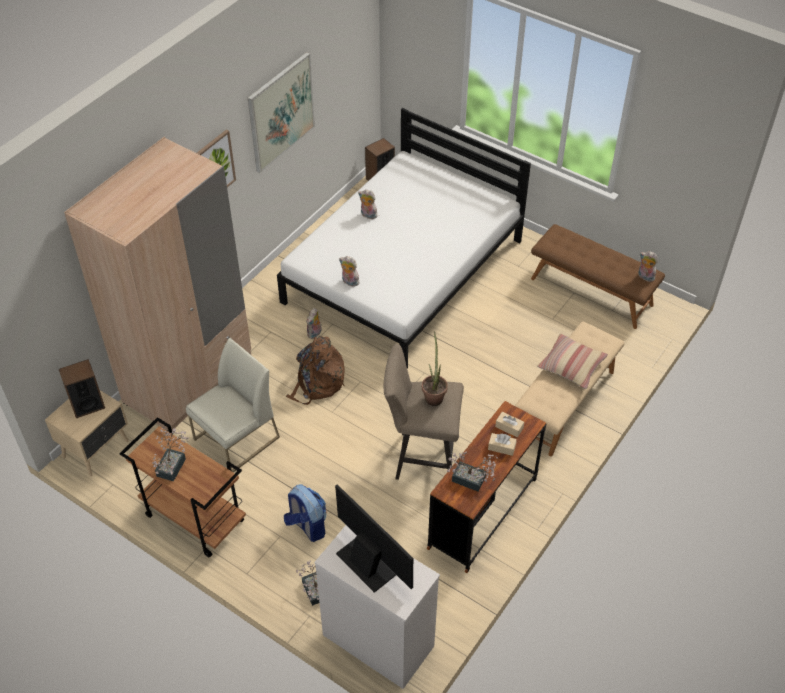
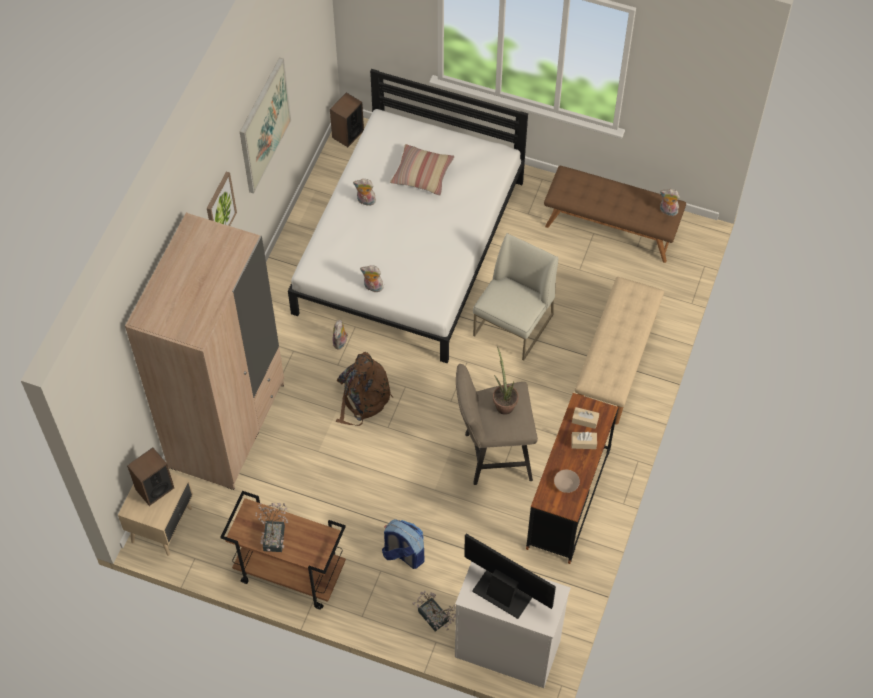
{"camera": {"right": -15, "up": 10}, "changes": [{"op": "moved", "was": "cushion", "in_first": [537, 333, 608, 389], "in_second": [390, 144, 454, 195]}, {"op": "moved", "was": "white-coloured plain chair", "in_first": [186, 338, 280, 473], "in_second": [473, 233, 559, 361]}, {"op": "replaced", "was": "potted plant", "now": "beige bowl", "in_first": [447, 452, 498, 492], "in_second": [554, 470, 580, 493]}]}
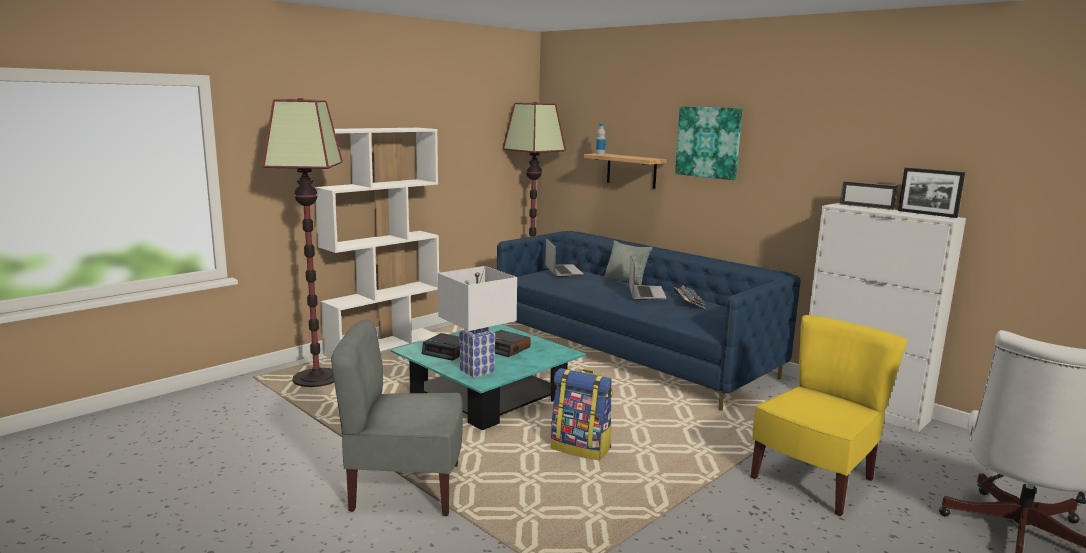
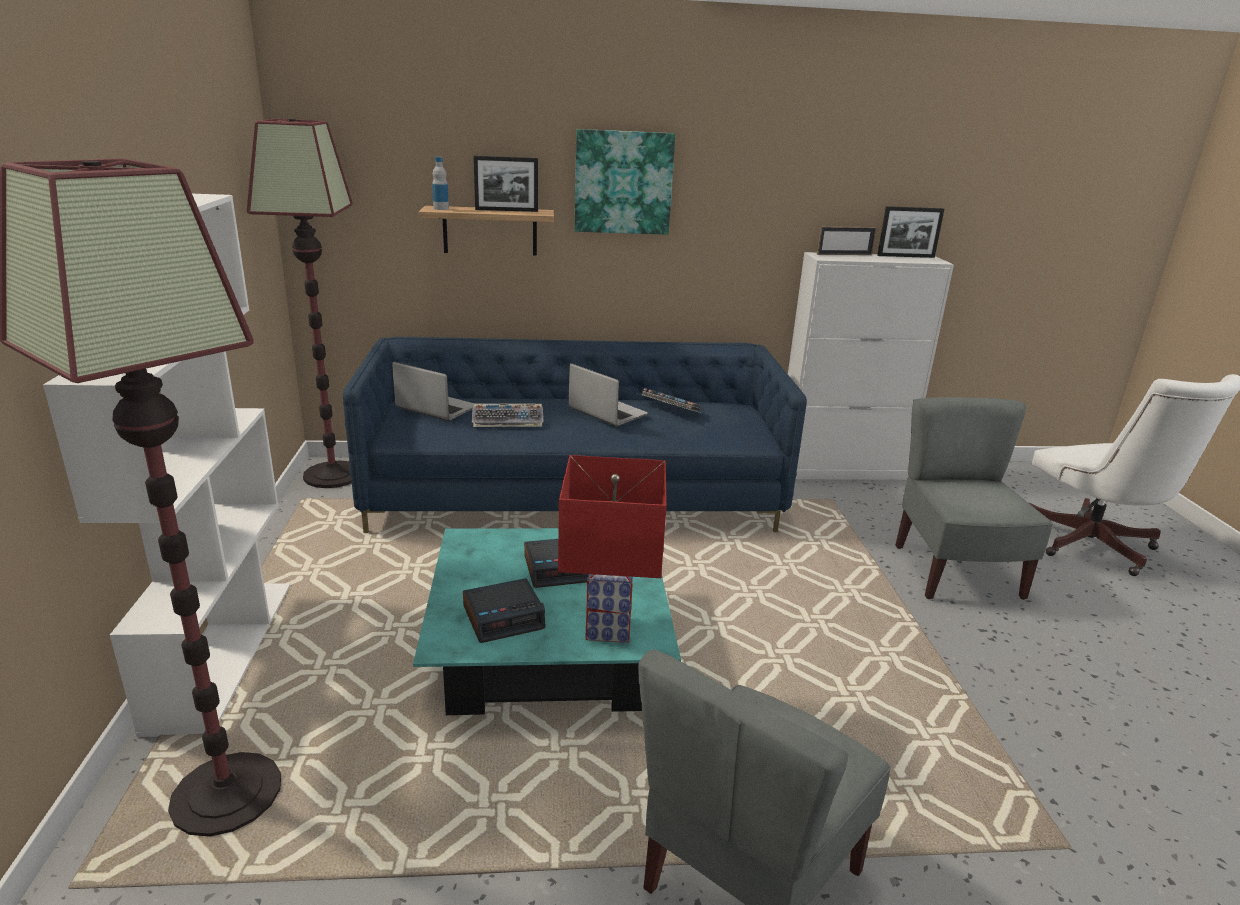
{"camera": {"right": -50, "up": 10}, "changes": [{"op": "removed", "was": "gray cushion", "in_first": [605, 240, 653, 285]}, {"op": "recoloured", "was": "white-coloured tabletop lamp", "now": "reddish tabletop lamp", "in_first": [438, 266, 517, 378], "in_second": [558, 455, 667, 643]}, {"op": "recoloured", "was": "yellow-coloured plain chair", "now": "gray plain chair", "in_first": [751, 315, 907, 516], "in_second": [895, 397, 1053, 600]}, {"op": "removed", "was": "rucksack", "in_first": [551, 368, 613, 460]}, {"op": "added", "now": "standing frame", "in_second": [474, 156, 538, 212]}, {"op": "added", "now": "PC keyboard", "in_second": [472, 403, 543, 427]}]}
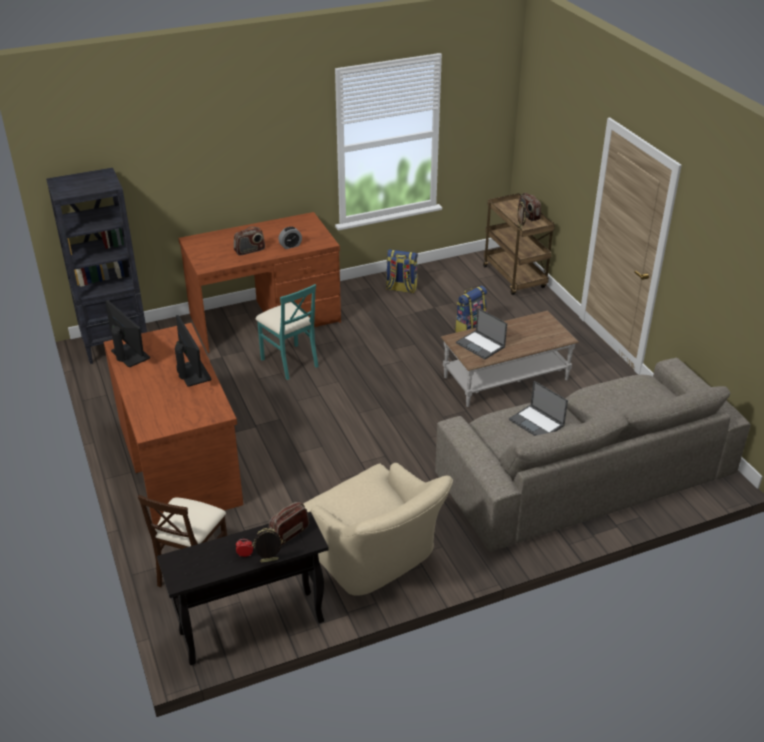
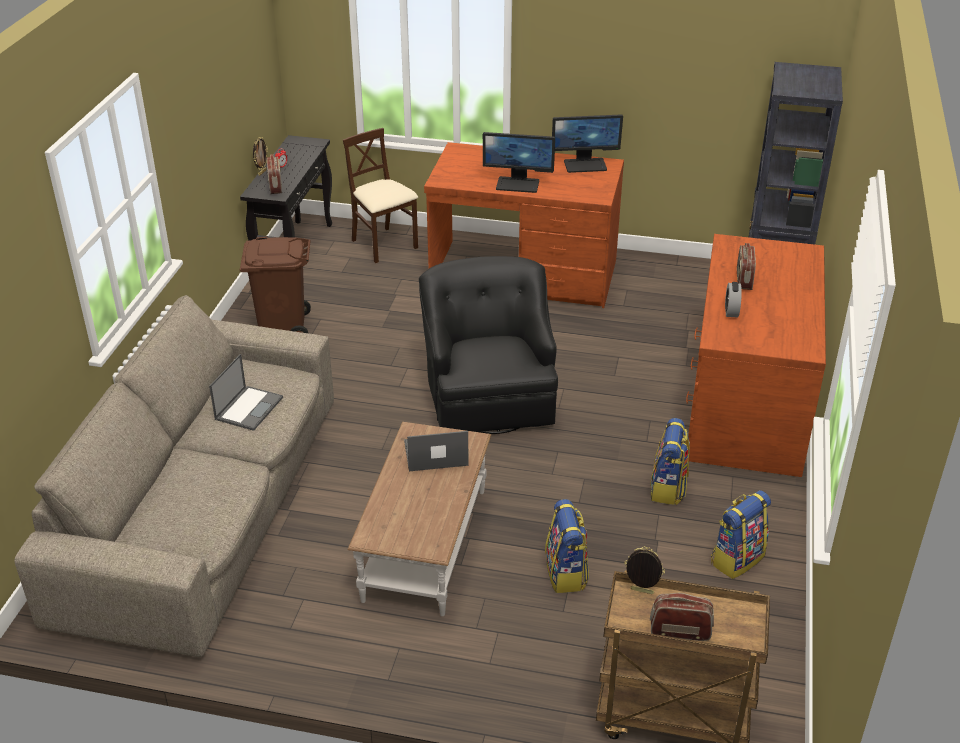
{"camera": {"right": 125, "up": 0}, "changes": [{"op": "removed", "was": "turquoise-coloured plain chair", "in_first": [256, 284, 318, 380]}, {"op": "turned", "was": "notebook computer", "in_first": [509, 381, 568, 436], "in_second": [209, 354, 283, 431], "clockwise": 120}, {"op": "replaced", "was": "beige easy chair", "now": "brown-coloured rubbish bin", "in_first": [303, 463, 453, 596], "in_second": [240, 237, 311, 333]}, {"op": "added", "now": "blackish easy chair", "in_second": [419, 256, 558, 434]}, {"op": "added", "now": "rucksack", "in_second": [650, 418, 690, 505]}]}
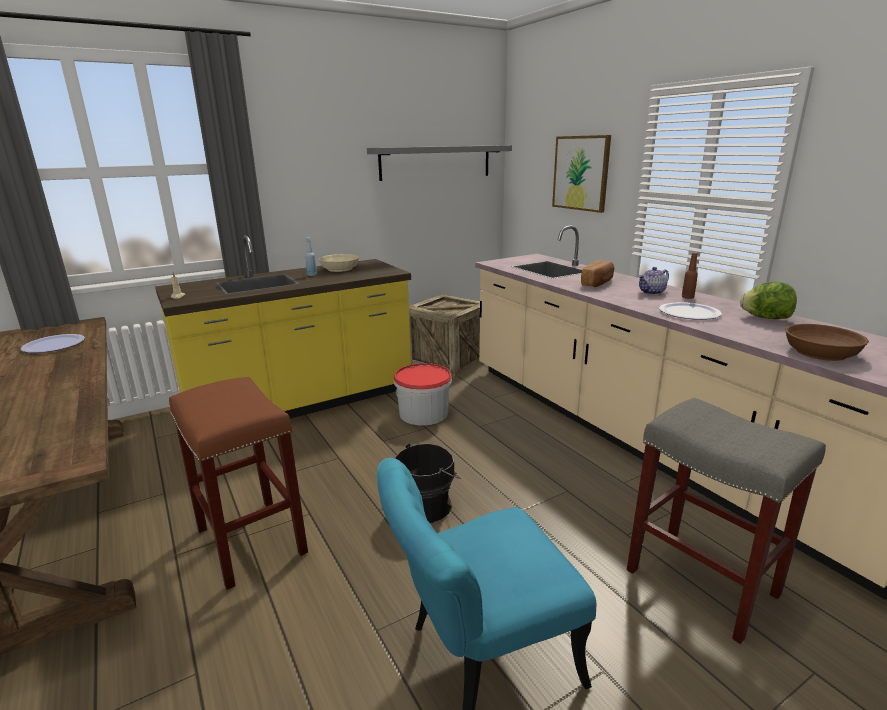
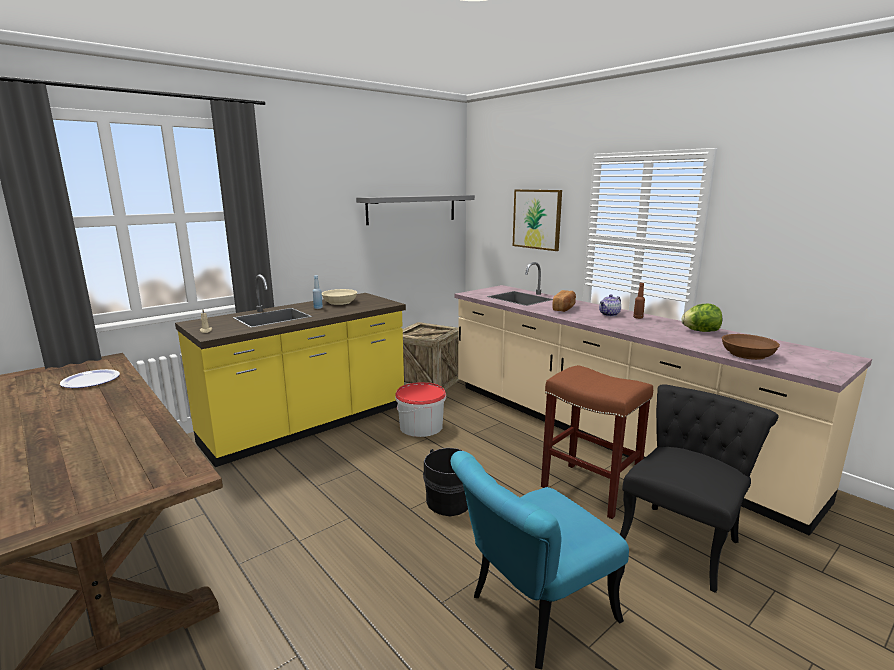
{"camera": {"right": -10, "up": -5}, "changes": [{"op": "removed", "was": "flat dish", "in_first": [659, 302, 722, 320]}, {"op": "moved", "was": "brown-coloured sitting stool", "in_first": [169, 377, 308, 590], "in_second": [541, 365, 653, 519]}, {"op": "replaced", "was": "gray sitting stool", "now": "blackish plain chair", "in_first": [627, 398, 826, 644], "in_second": [620, 384, 779, 593]}]}
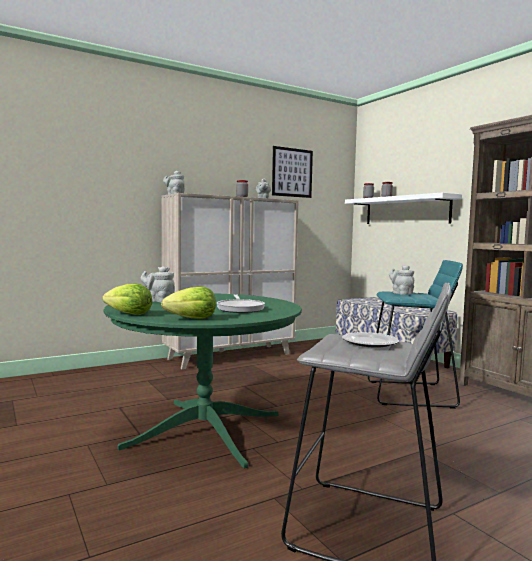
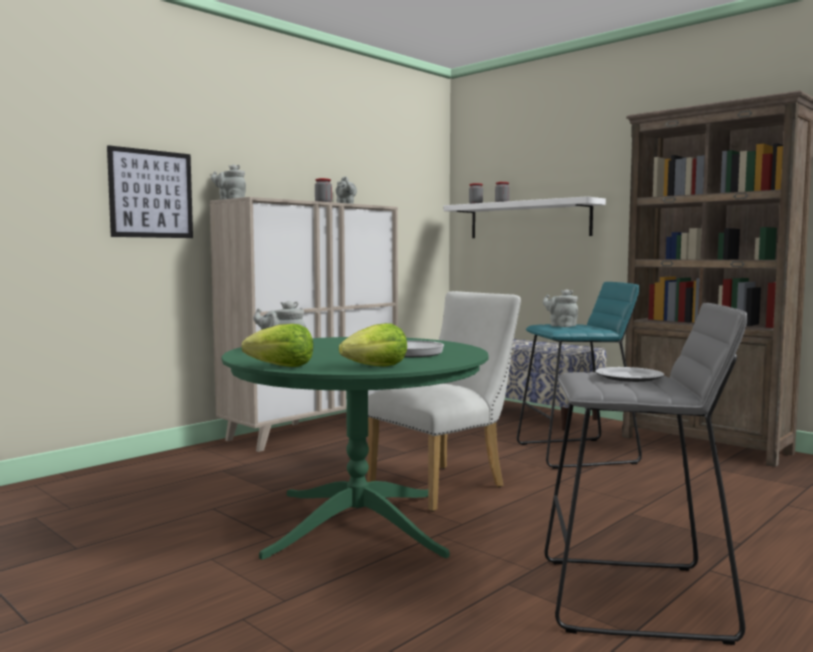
{"camera": {"right": -15, "up": 0}, "changes": [{"op": "moved", "was": "wall art", "in_first": [272, 146, 313, 198], "in_second": [107, 145, 193, 238]}, {"op": "added", "now": "white-coloured plain chair", "in_second": [367, 291, 521, 512]}]}
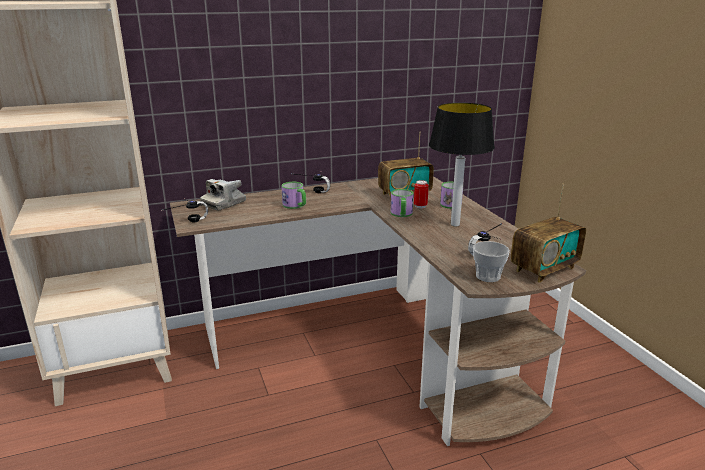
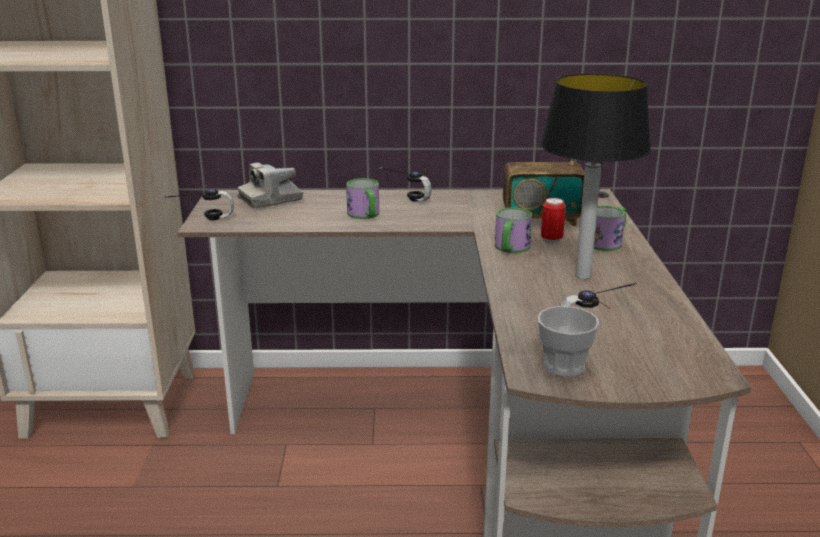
{"camera": {"right": 20, "up": 0}, "changes": [{"op": "removed", "was": "radio set", "in_first": [511, 184, 586, 283]}]}
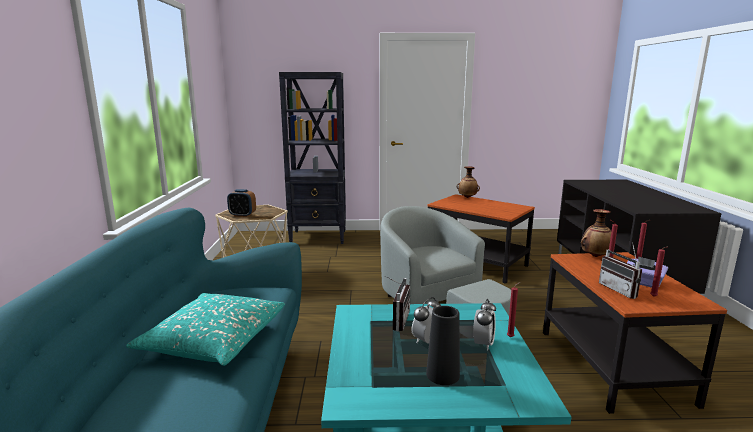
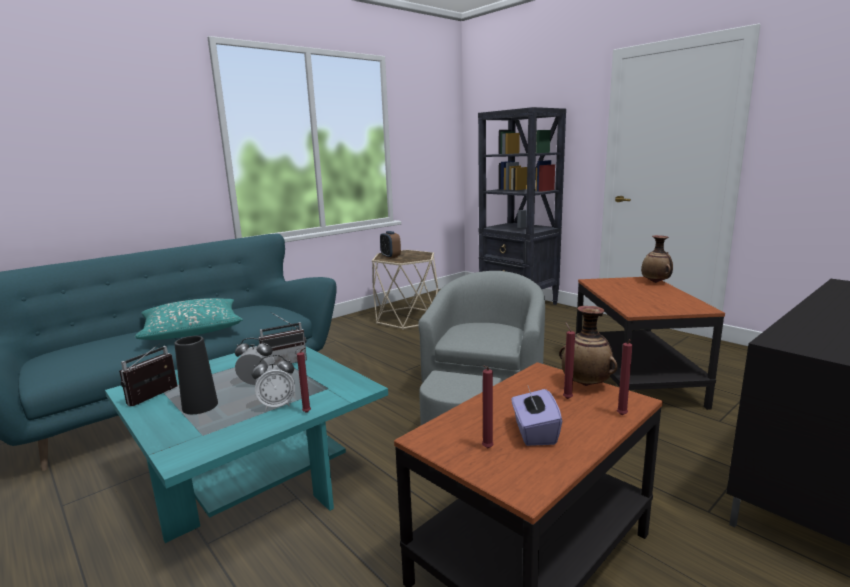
{"camera": {"right": 50, "up": 0}, "changes": [{"op": "moved", "was": "radio set", "in_first": [599, 243, 642, 299], "in_second": [119, 343, 177, 406]}]}
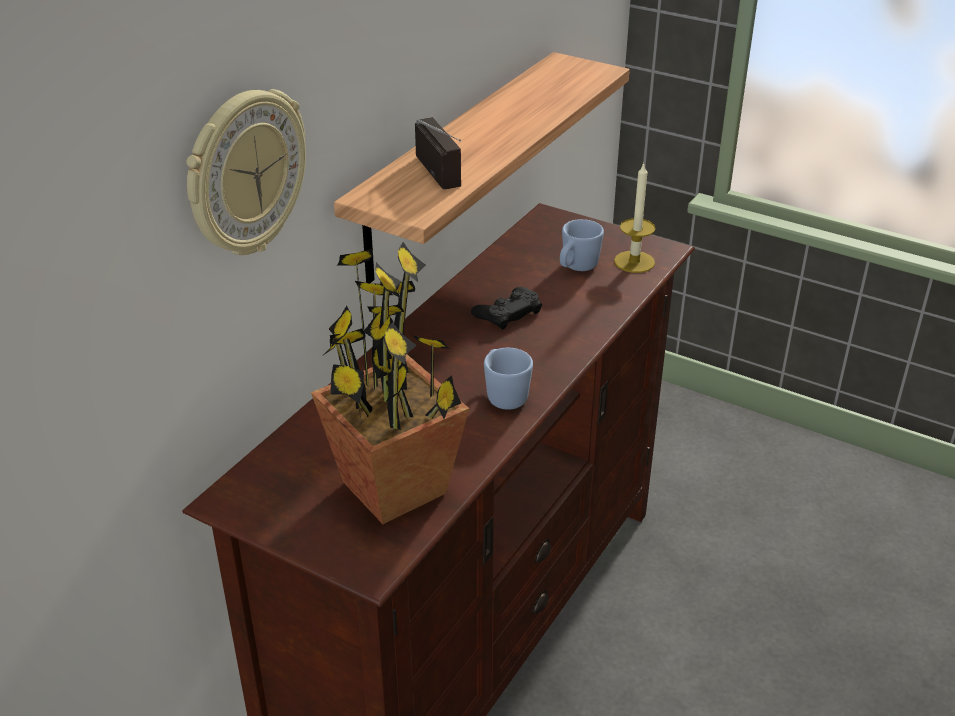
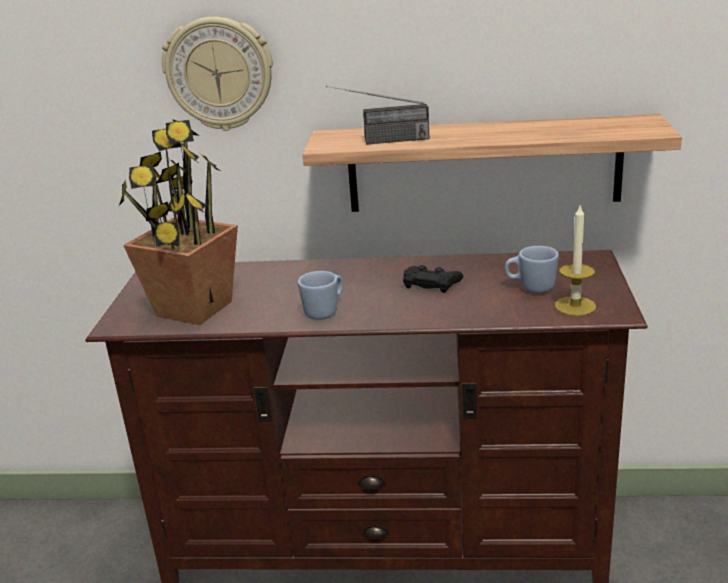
{"camera": {"right": 65, "up": -10}, "changes": [{"op": "turned", "was": "radio set", "in_first": [415, 117, 462, 189], "in_second": [326, 86, 430, 145], "clockwise": 45}]}
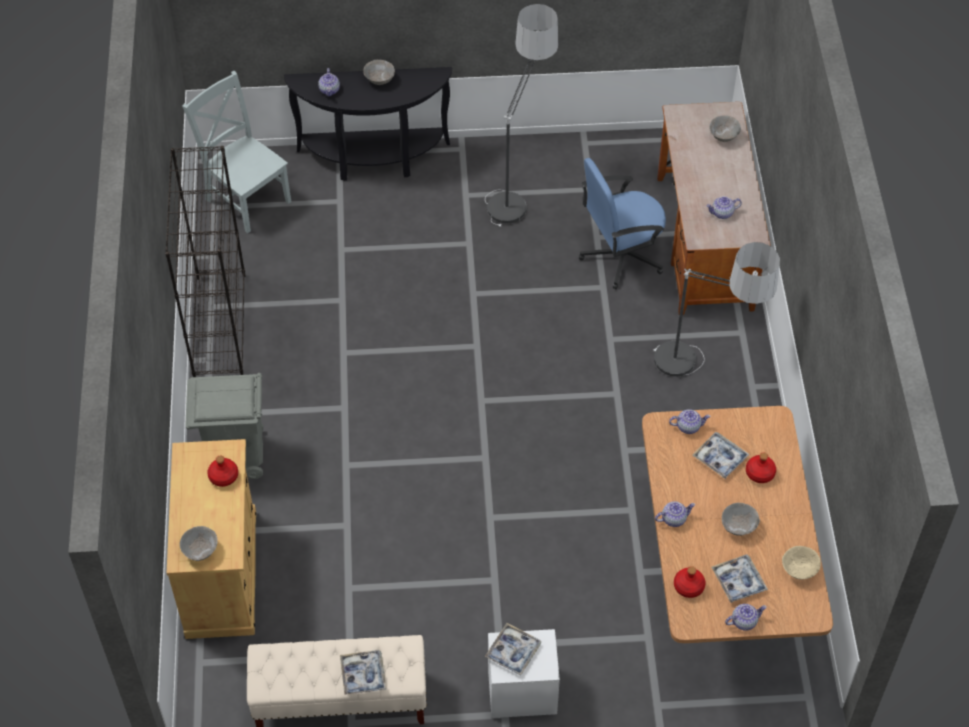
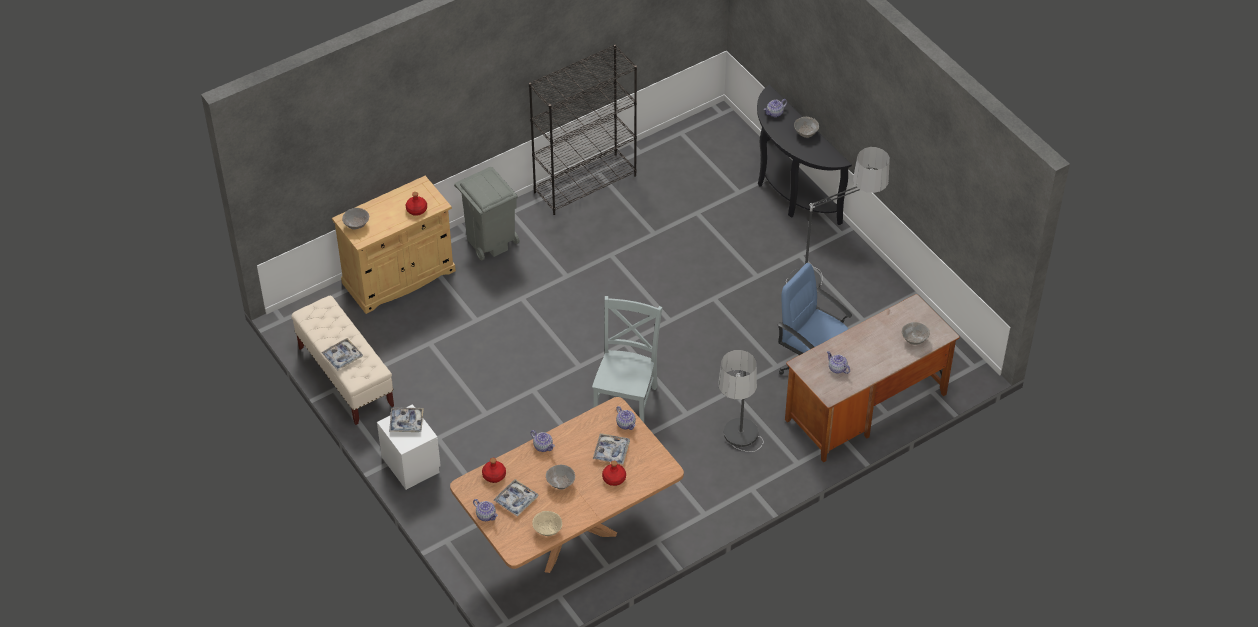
{"camera": {"right": 60, "up": -5}, "changes": [{"op": "moved", "was": "gray plain chair", "in_first": [182, 71, 291, 233], "in_second": [592, 296, 662, 422]}]}
